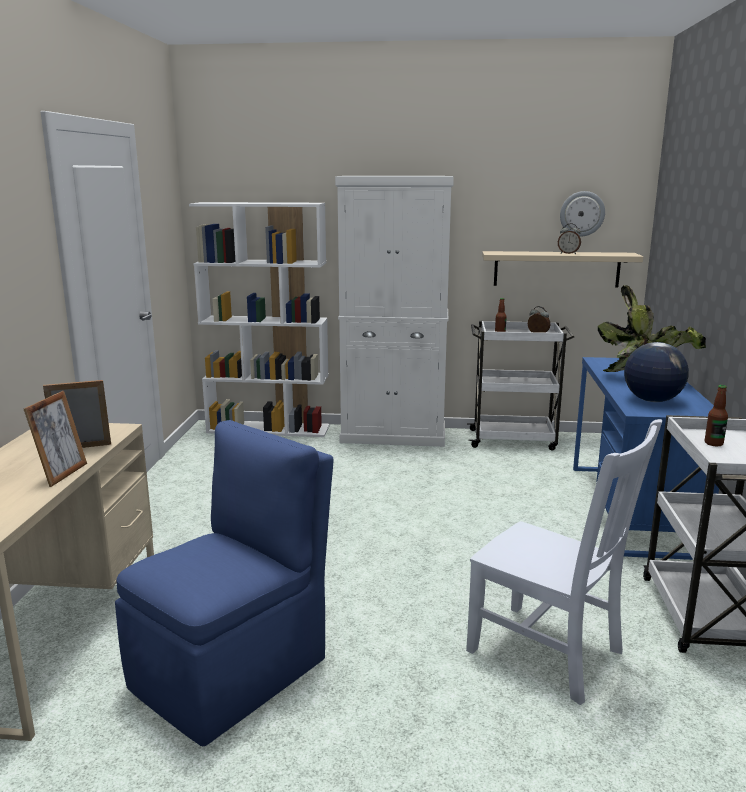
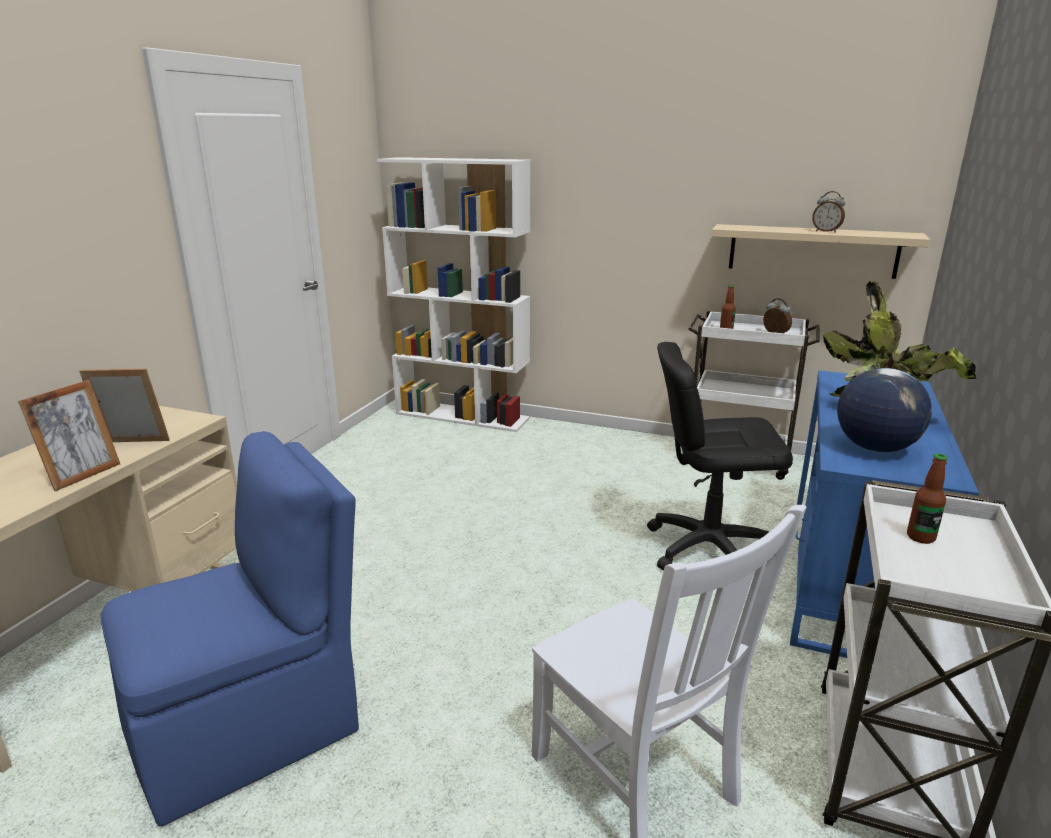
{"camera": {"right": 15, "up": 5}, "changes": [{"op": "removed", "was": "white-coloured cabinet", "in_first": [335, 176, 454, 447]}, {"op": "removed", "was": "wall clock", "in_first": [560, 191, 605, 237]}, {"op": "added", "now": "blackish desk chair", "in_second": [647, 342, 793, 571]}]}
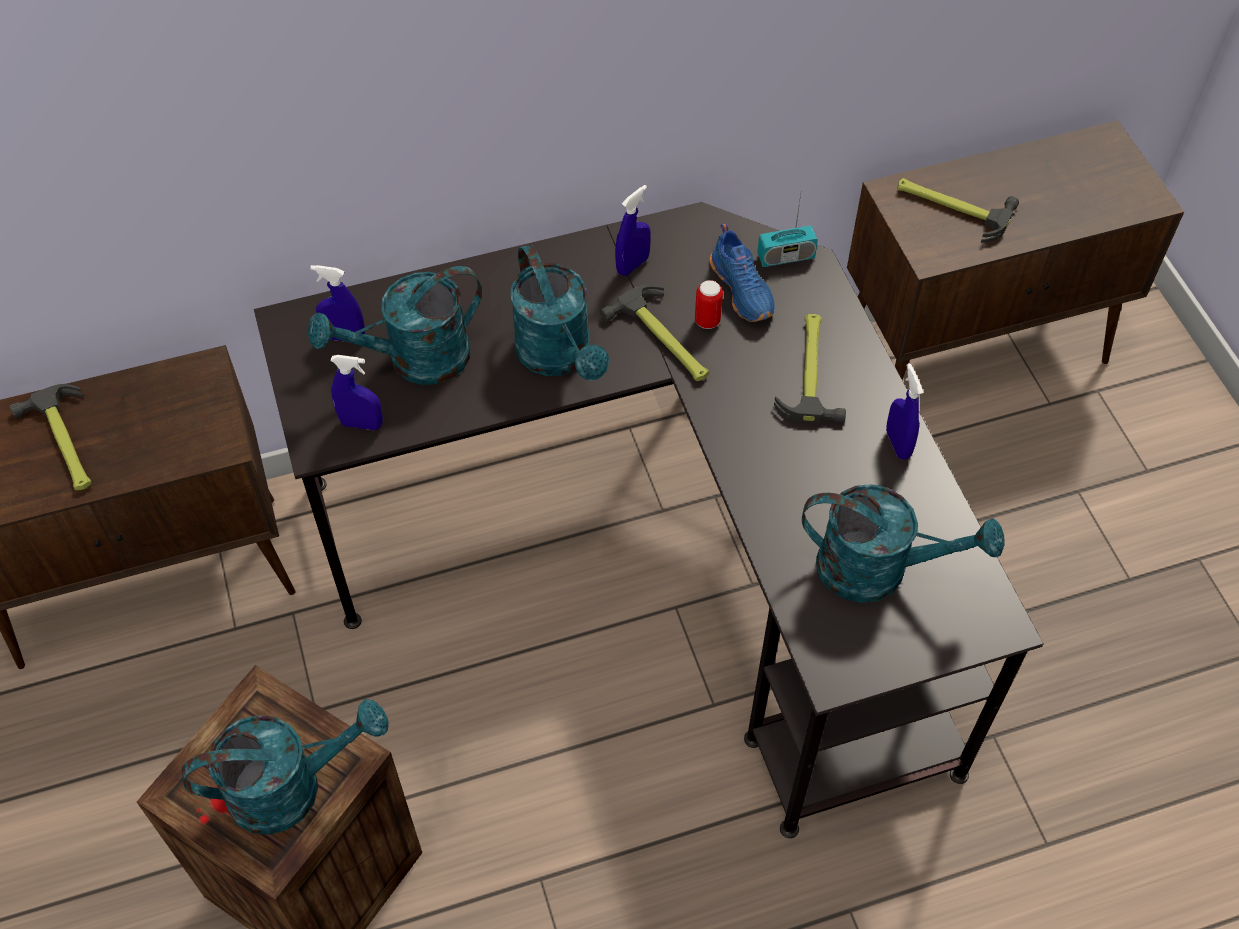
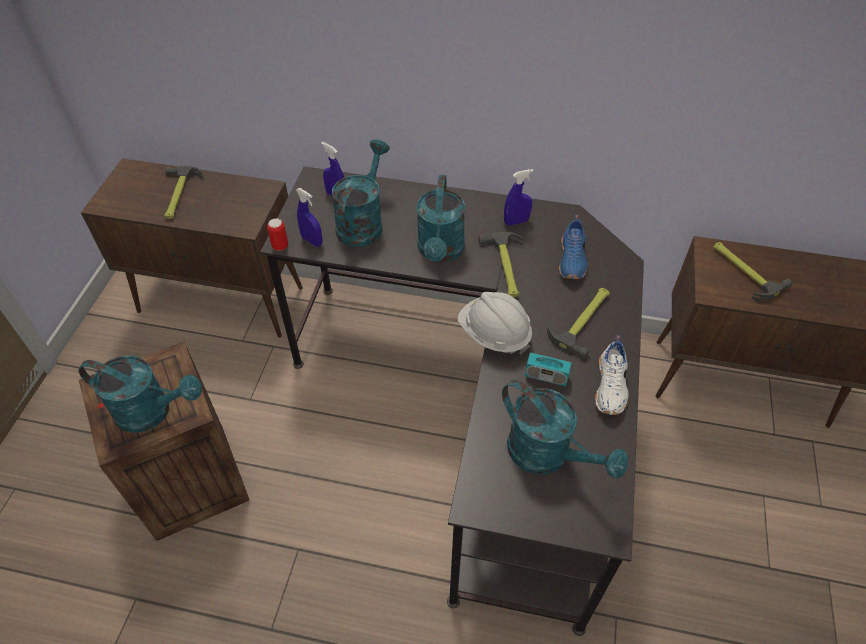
{"camera": {"right": 30, "up": -5}, "changes": [{"op": "moved", "was": "radio set", "in_first": [757, 189, 818, 267], "in_second": [525, 335, 572, 386]}, {"op": "turned", "was": "turquoise-coloured watering pot", "in_first": [308, 266, 482, 385], "in_second": [332, 140, 390, 247], "clockwise": 105}, {"op": "moved", "was": "metal can", "in_first": [695, 280, 723, 329], "in_second": [267, 218, 288, 251]}, {"op": "replaced", "was": "blue-coloured spray bottle", "now": "white-coloured item of footwear", "in_first": [886, 363, 923, 460], "in_second": [595, 335, 628, 415]}, {"op": "added", "now": "white-coloured work helmet", "in_second": [458, 292, 532, 355]}]}
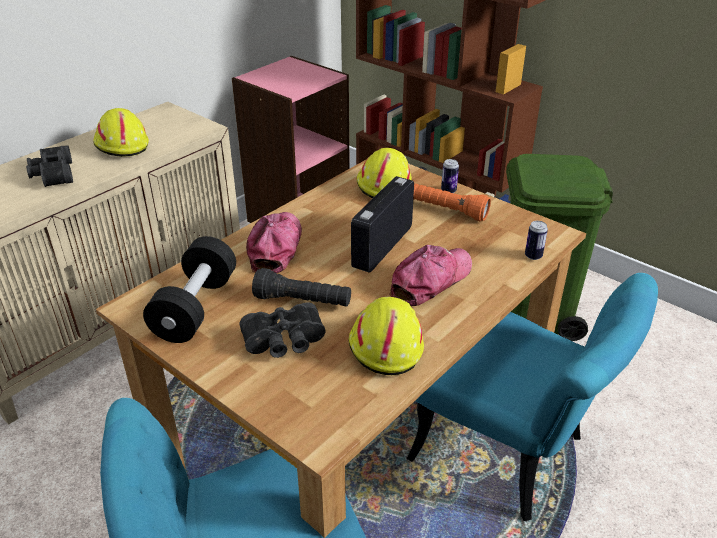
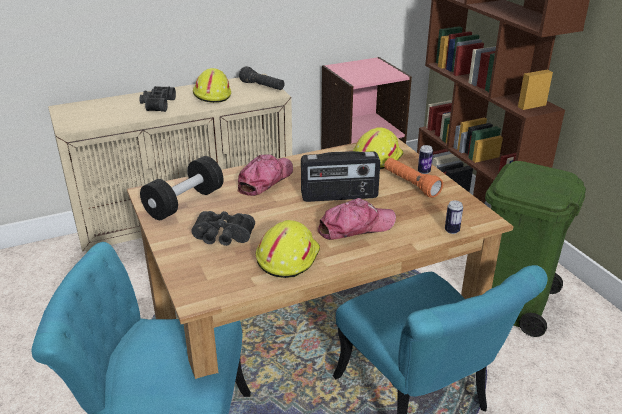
{"camera": {"right": 25, "up": -5}, "changes": [{"op": "turned", "was": "radio set", "in_first": [351, 176, 414, 273], "in_second": [301, 151, 380, 202], "clockwise": -150}, {"op": "moved", "was": "blackish torch", "in_first": [252, 268, 351, 306], "in_second": [239, 66, 284, 90]}]}
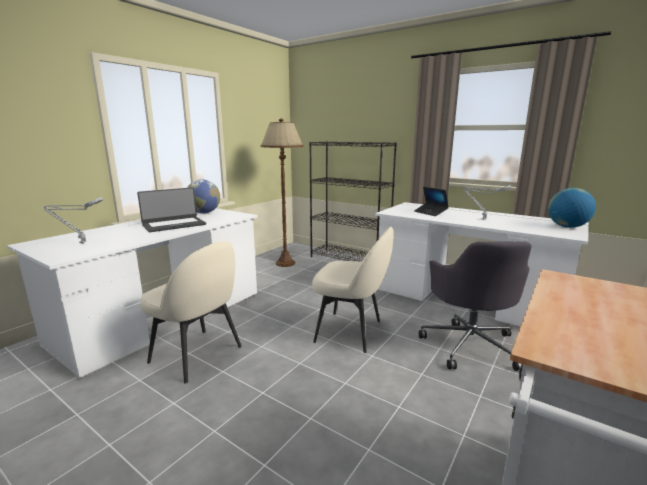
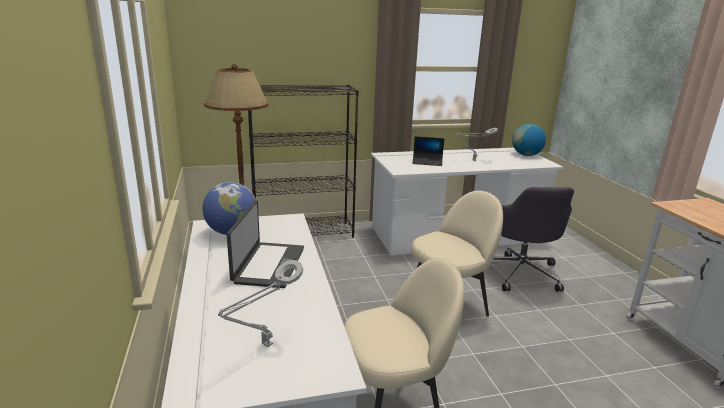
{"camera": {"right": -50, "up": 5}, "changes": [{"op": "turned", "was": "gray desk chair", "in_first": [419, 241, 532, 371], "in_second": [493, 187, 574, 292], "clockwise": 45}]}
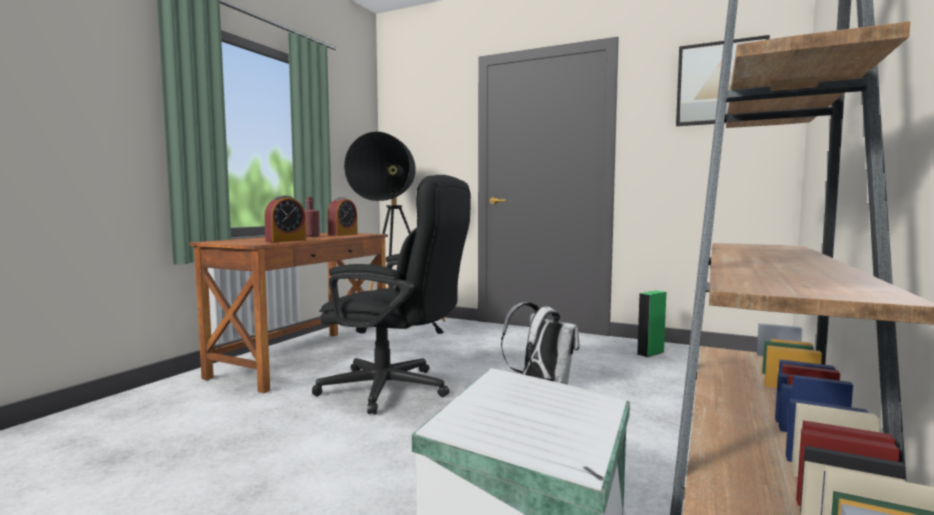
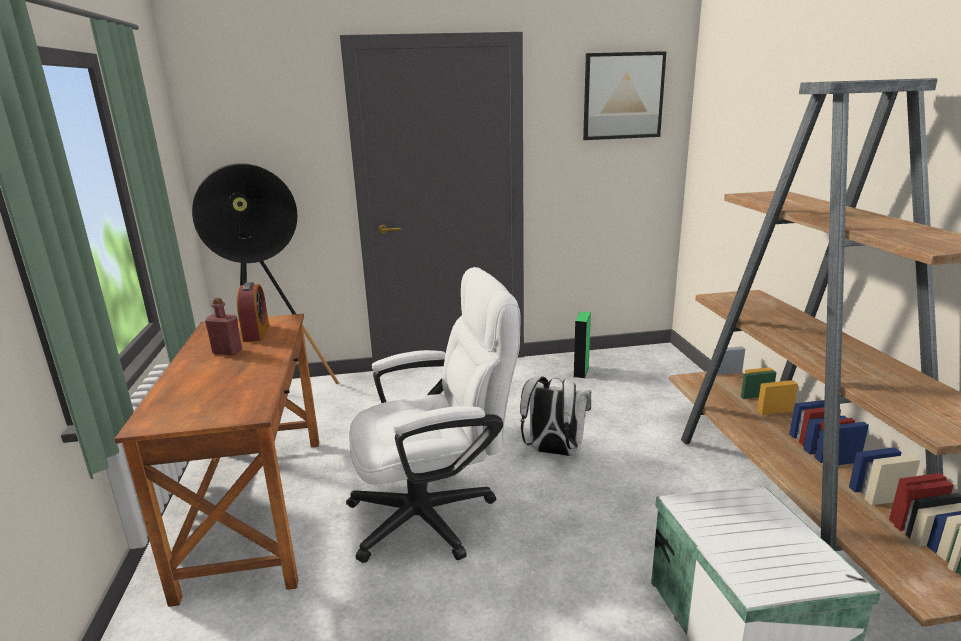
{"camera": {"right": -35, "up": 15}, "changes": [{"op": "recoloured", "was": "blackish desk chair", "now": "white-coloured desk chair", "in_first": [312, 175, 471, 414], "in_second": [346, 267, 520, 563]}, {"op": "removed", "was": "table clock", "in_first": [264, 195, 306, 242]}]}
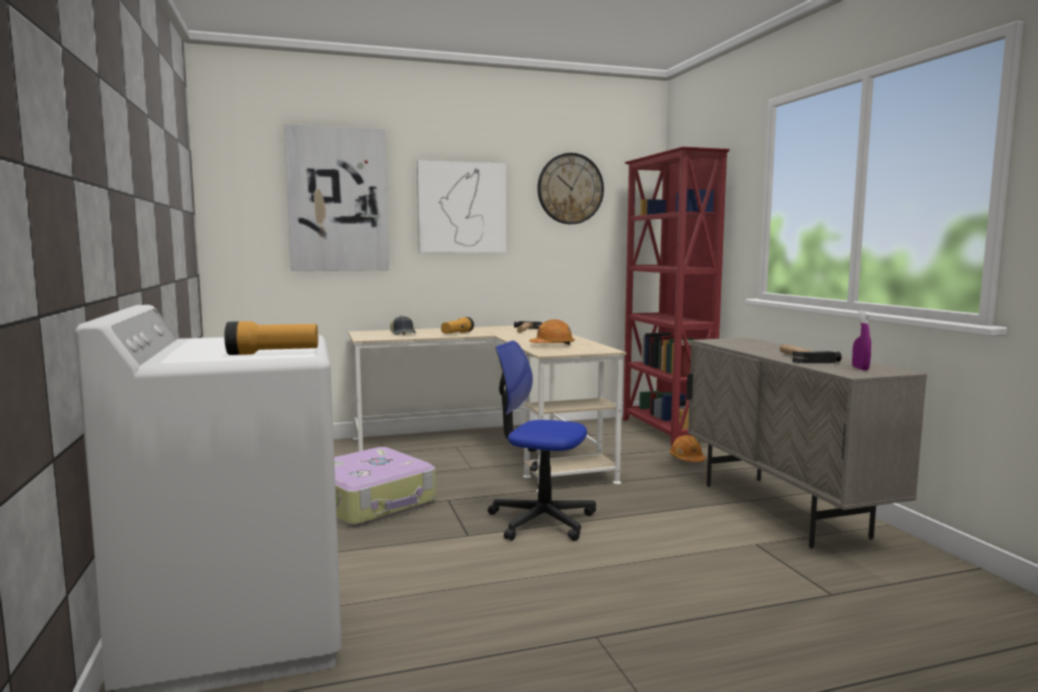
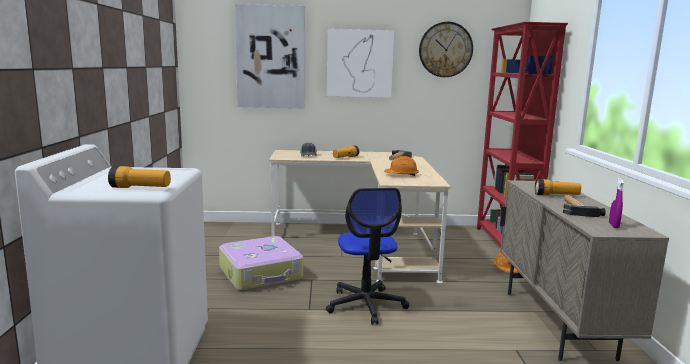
{"camera": {"right": 15, "up": 5}, "changes": [{"op": "turned", "was": "desk chair", "in_first": [488, 341, 596, 541], "in_second": [326, 188, 409, 325], "clockwise": -135}, {"op": "added", "now": "torch", "in_second": [535, 179, 581, 195]}]}
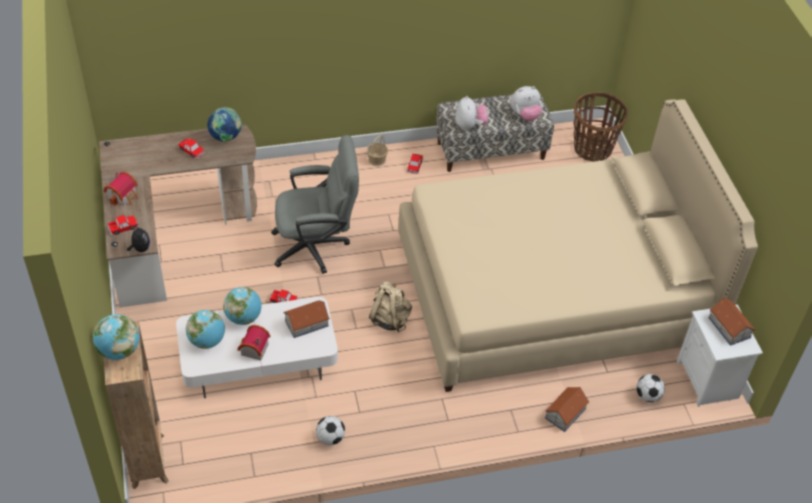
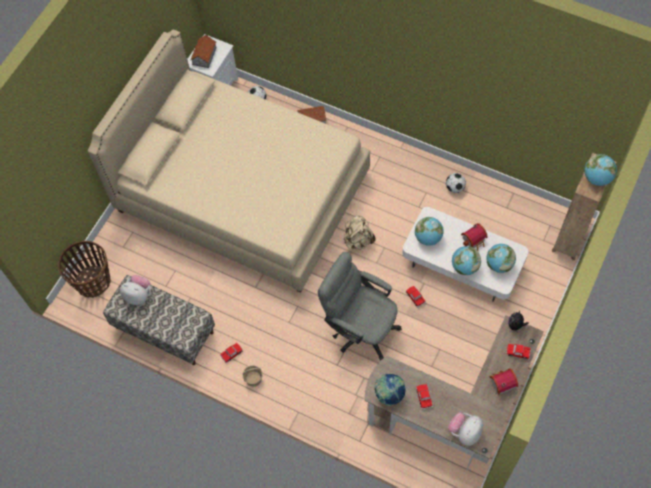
{"camera": {"right": -135, "up": 15}, "changes": [{"op": "moved", "was": "plush toy", "in_first": [455, 96, 488, 130], "in_second": [448, 412, 483, 446]}, {"op": "replaced", "was": "miniature house", "now": "globe", "in_first": [283, 300, 330, 338], "in_second": [415, 217, 444, 246]}]}
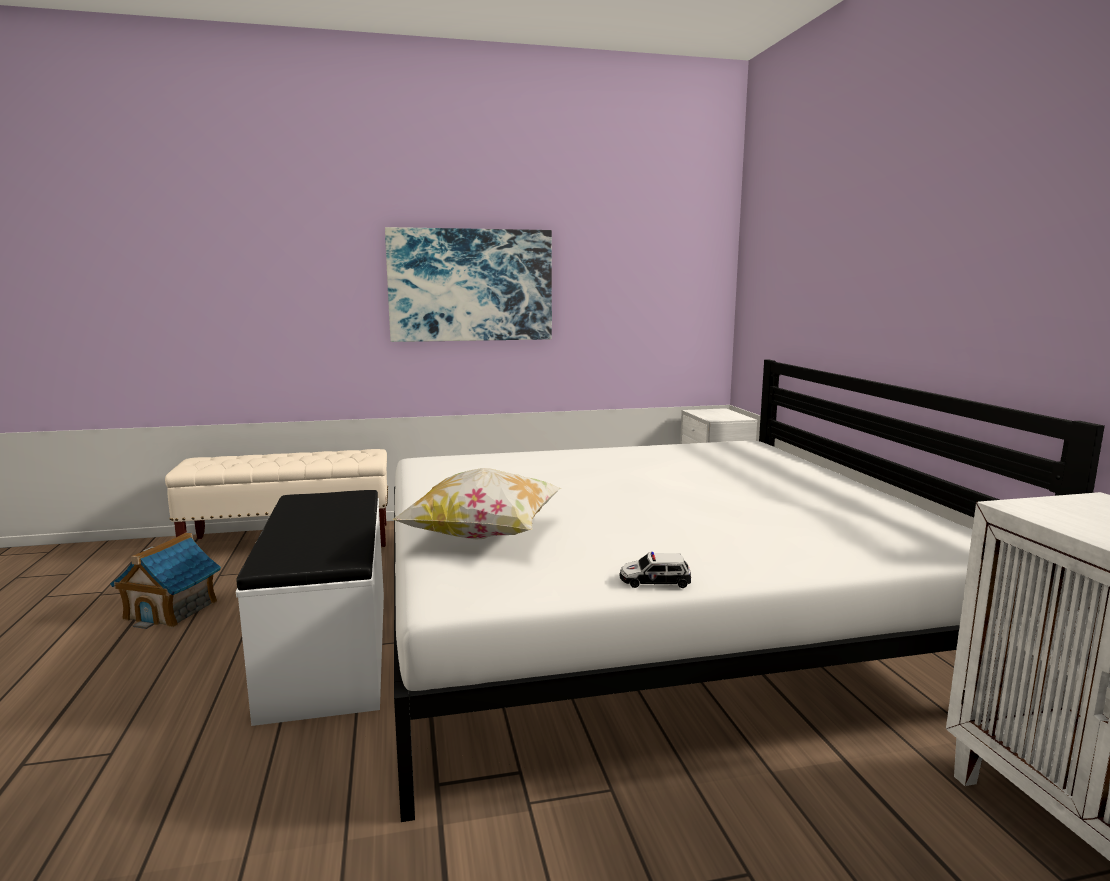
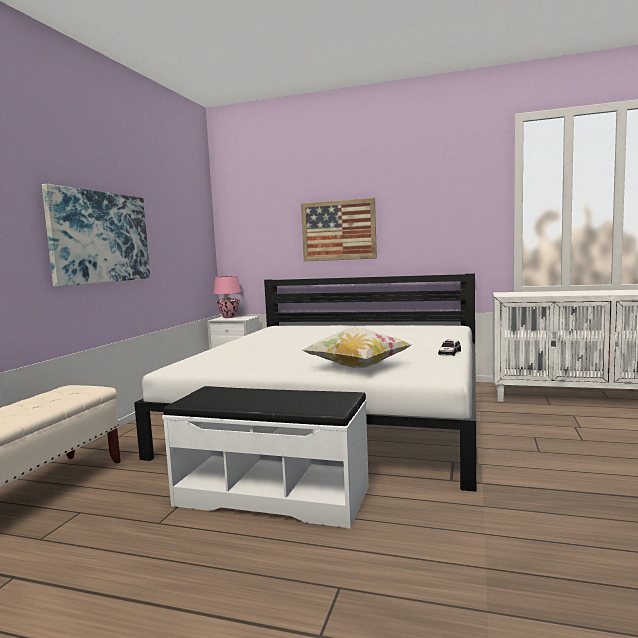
{"camera": {"right": -60, "up": -5}, "changes": [{"op": "removed", "was": "miniature house", "in_first": [110, 532, 221, 629]}, {"op": "added", "now": "wall art", "in_second": [301, 198, 377, 261]}, {"op": "added", "now": "pinkish tabletop lamp", "in_second": [214, 276, 241, 318]}]}
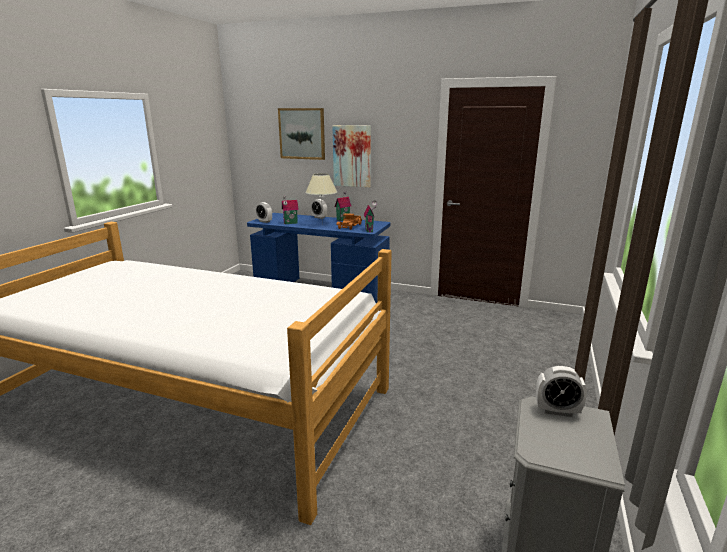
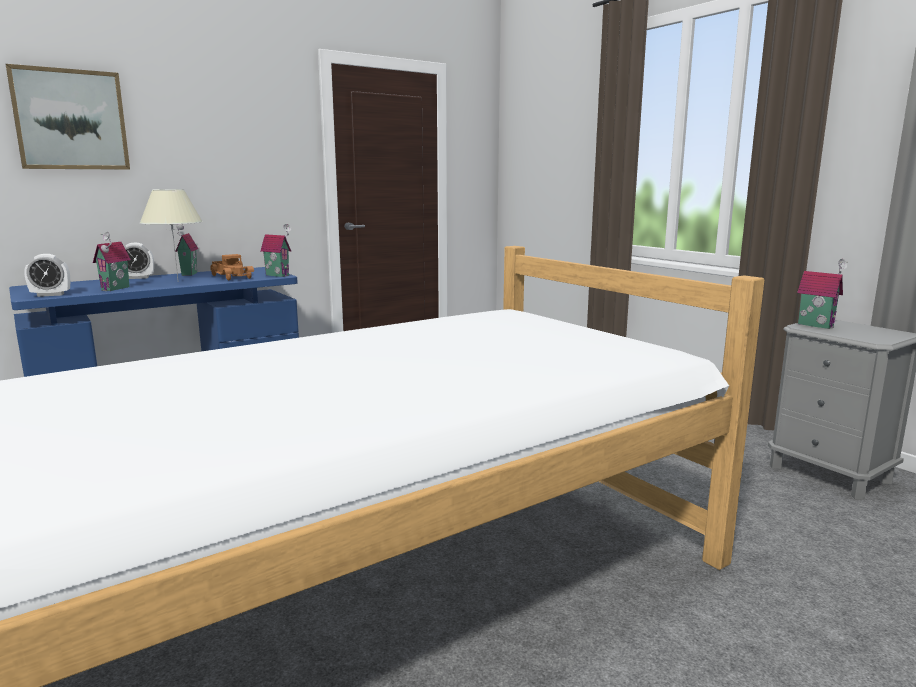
{"camera": {"right": -55, "up": -5}, "changes": [{"op": "removed", "was": "wall art", "in_first": [333, 125, 371, 188]}, {"op": "replaced", "was": "table clock", "now": "miniature house", "in_first": [536, 366, 587, 417], "in_second": [797, 259, 848, 329]}]}
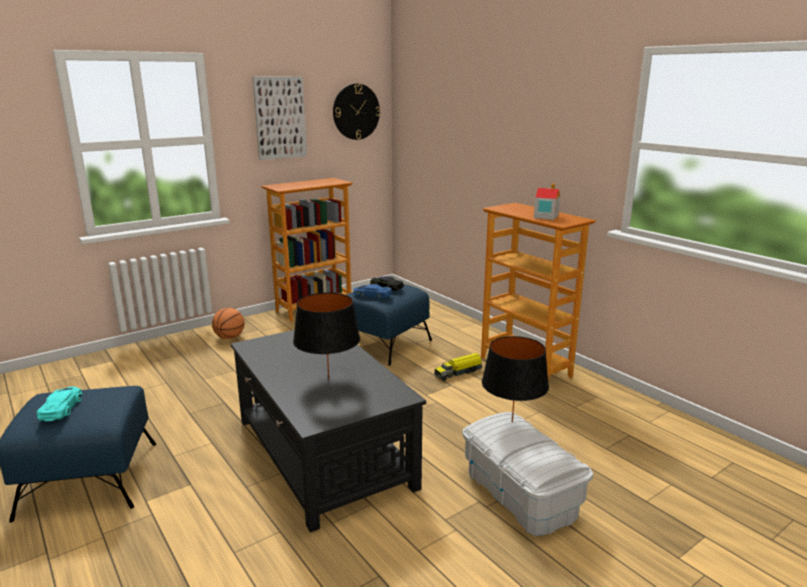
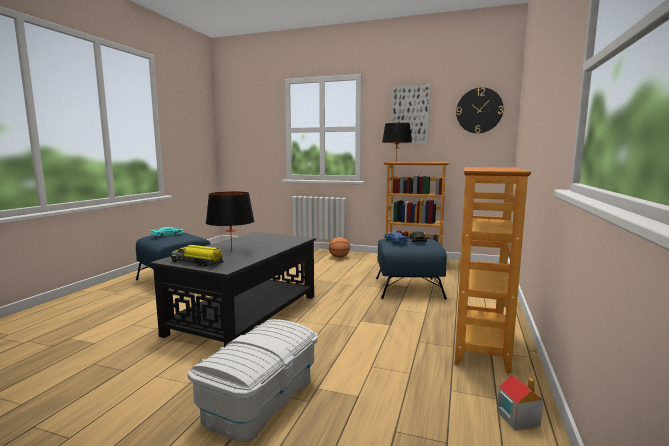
{"camera": {"right": 55, "up": -10}, "changes": [{"op": "moved", "was": "miniature house", "in_first": [534, 183, 560, 220], "in_second": [497, 375, 543, 430]}, {"op": "moved", "was": "blackish tabletop lamp", "in_first": [482, 336, 549, 422], "in_second": [382, 123, 412, 162]}, {"op": "moved", "was": "toy lorry", "in_first": [434, 353, 483, 381], "in_second": [171, 245, 224, 267]}]}
